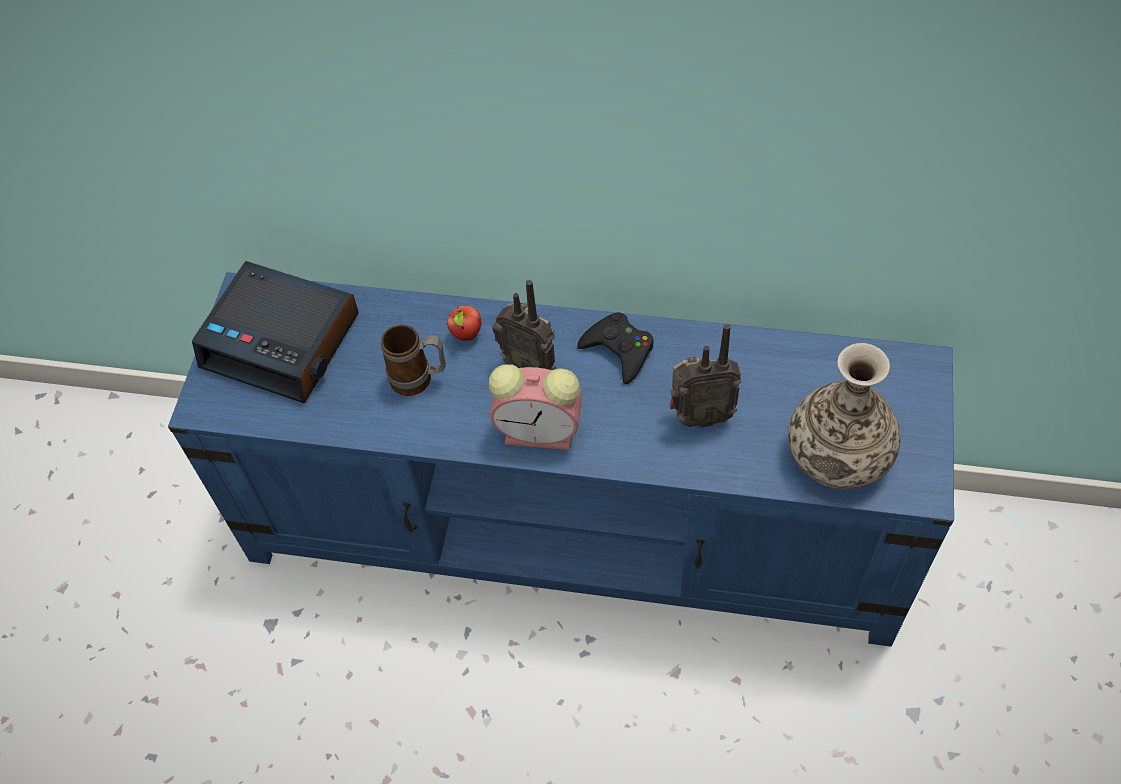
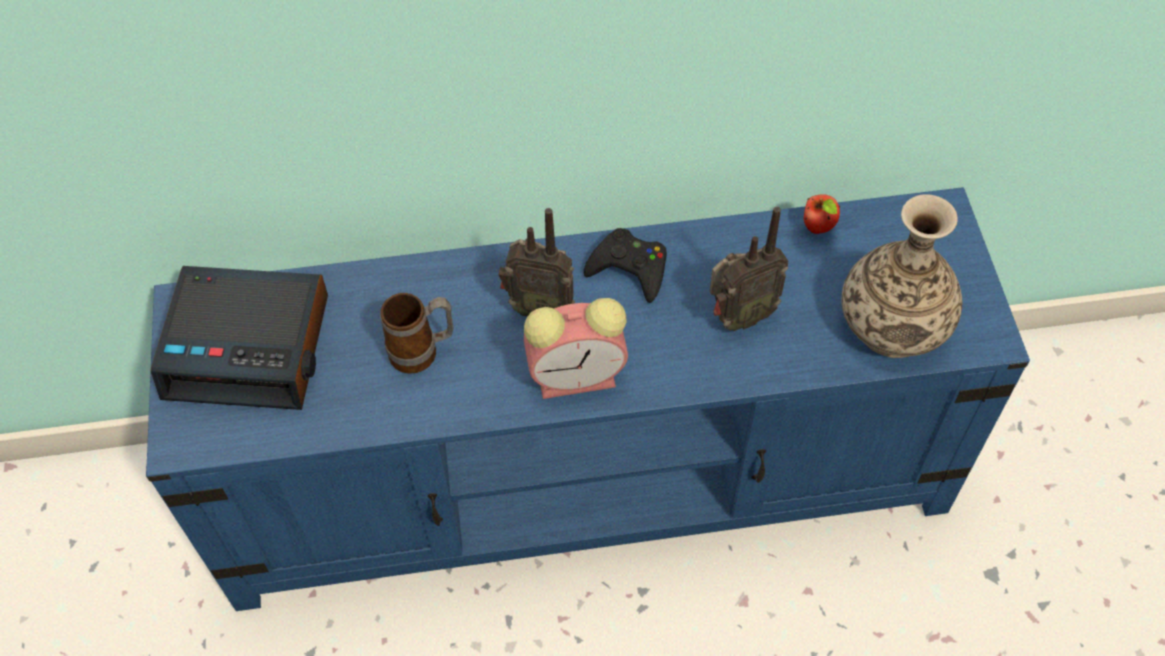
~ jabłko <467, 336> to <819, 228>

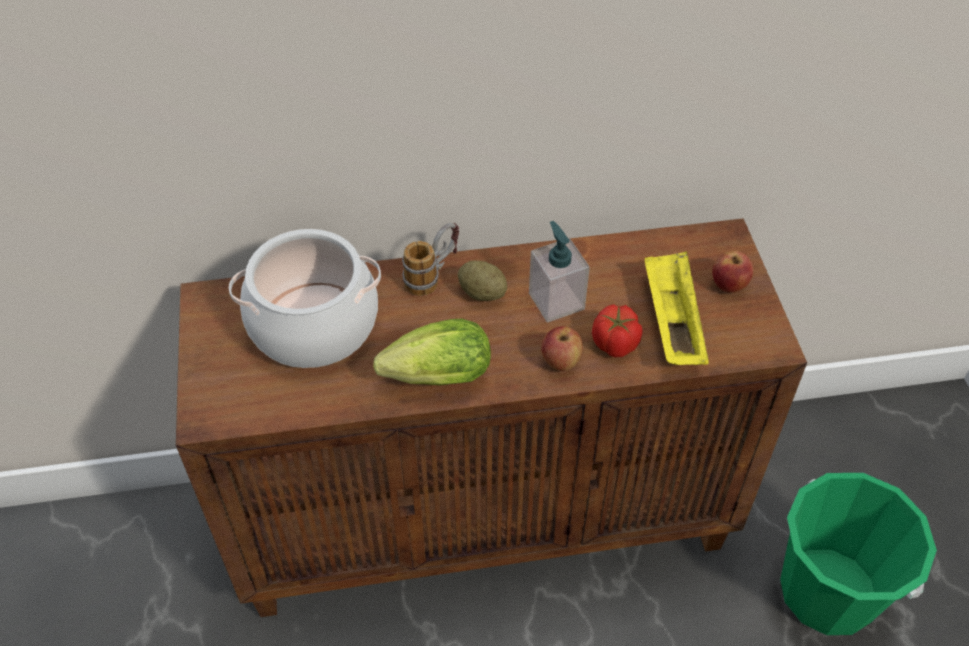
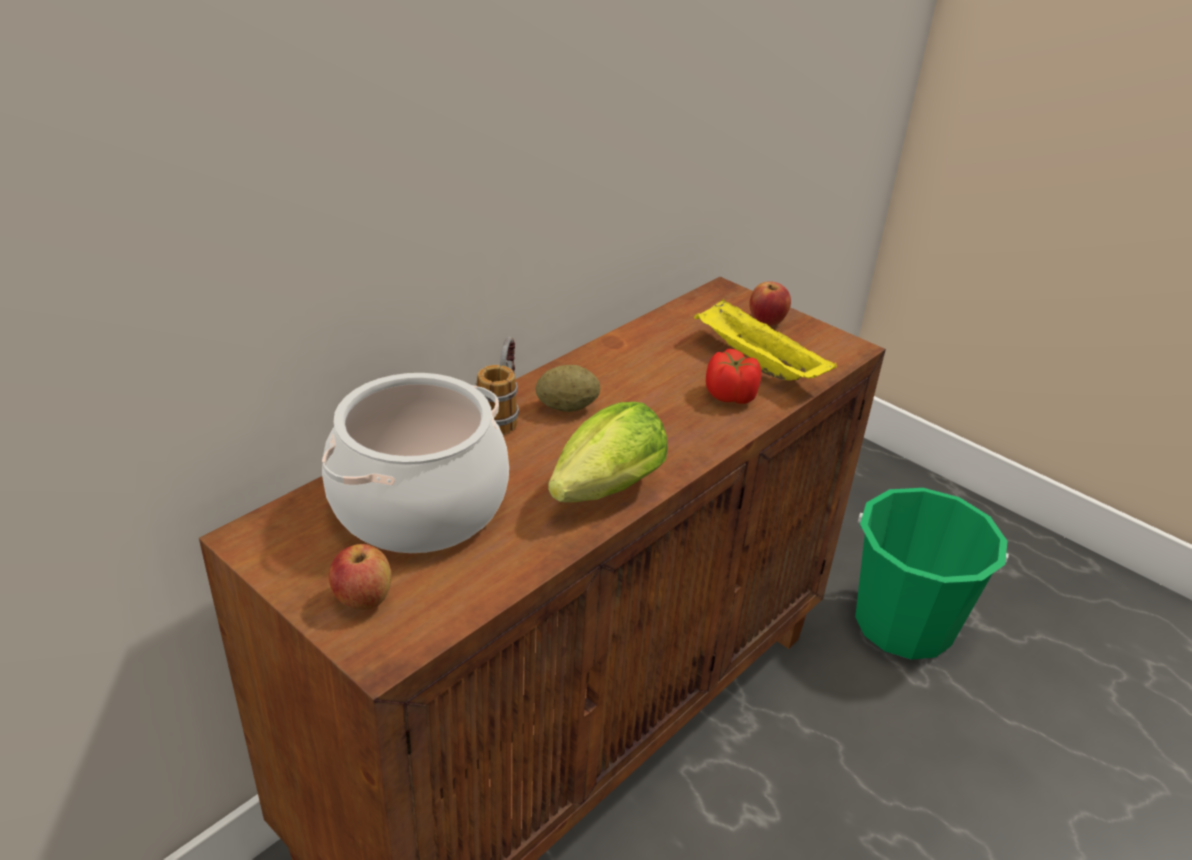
- dozownik mydła <556, 301>
~ jabłko <560, 361> to <362, 600>

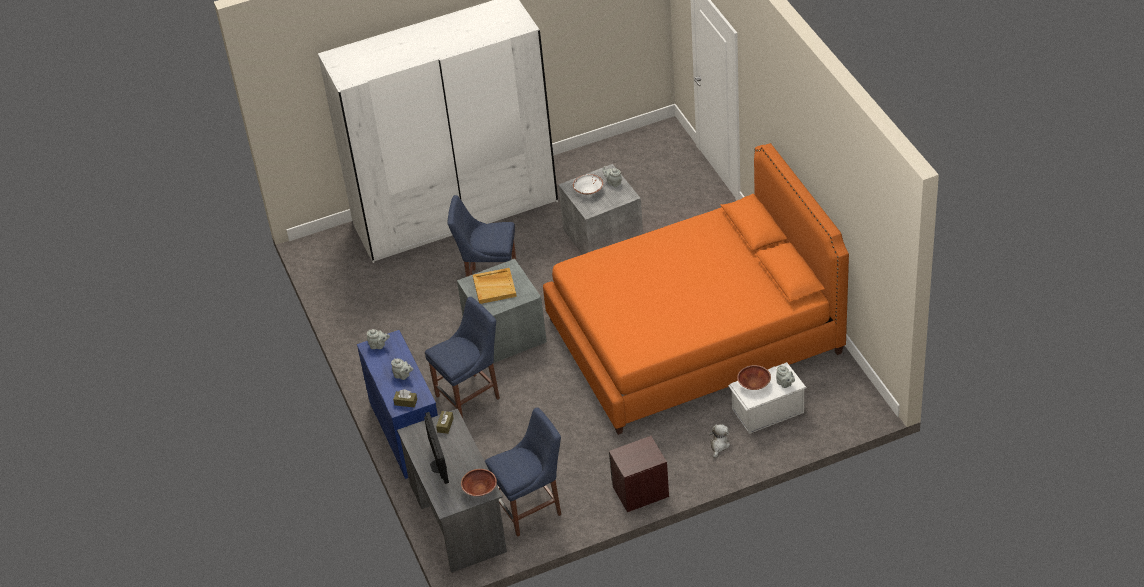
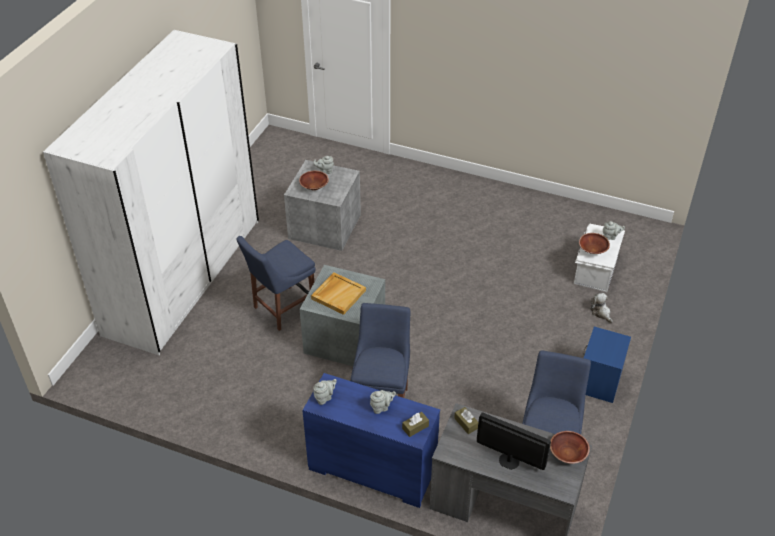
- łóżko [pomarańczowy] <694, 336>
~ miska [biały] <588, 191> to miska [brązowy] <314, 186>
~ szafka nocna [brązowy] <640, 491> to szafka nocna [niebieski] <599, 381>

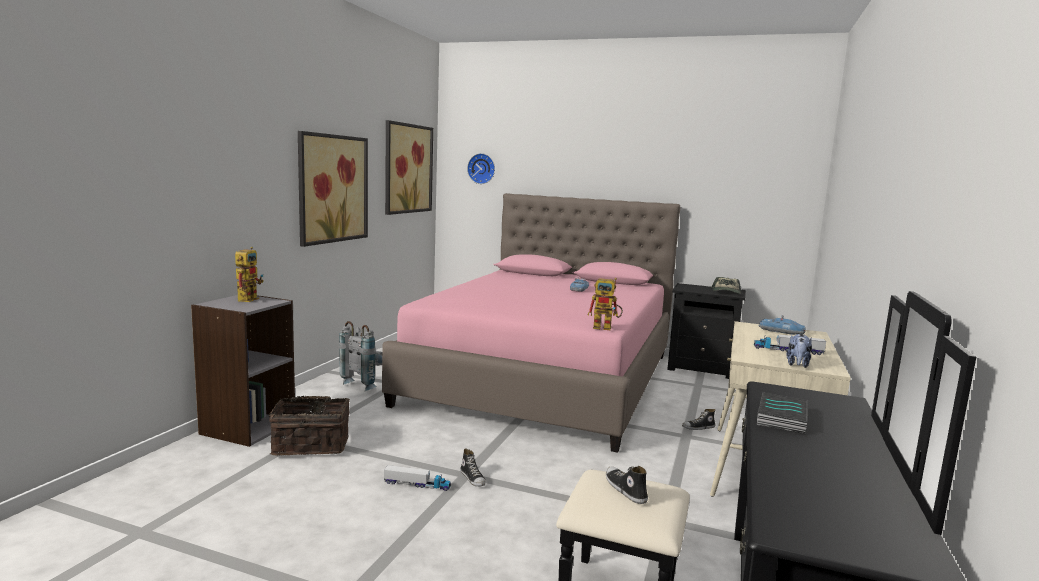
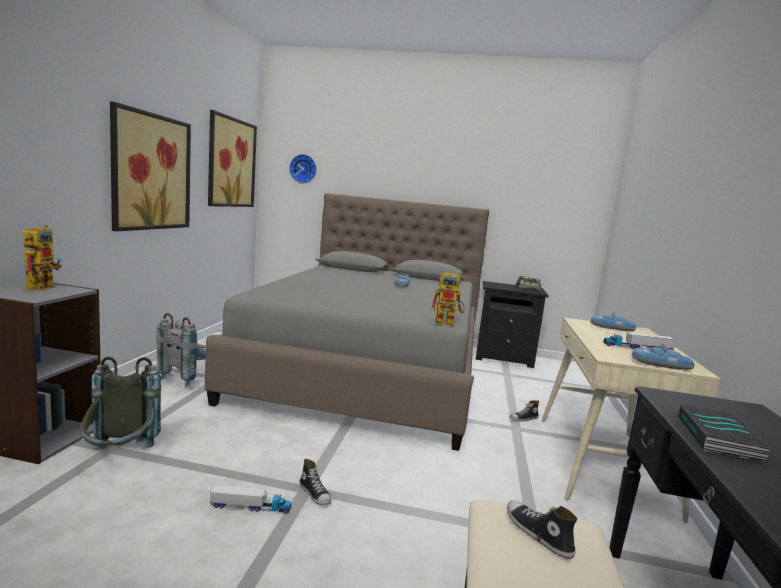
~ koszyk <311, 444> to plecak [szary] <120, 457>
~ pluszak <797, 365> to samochodzik <661, 364>
~ łóżko [różowy] <545, 378> to łóżko [szary] <368, 369>

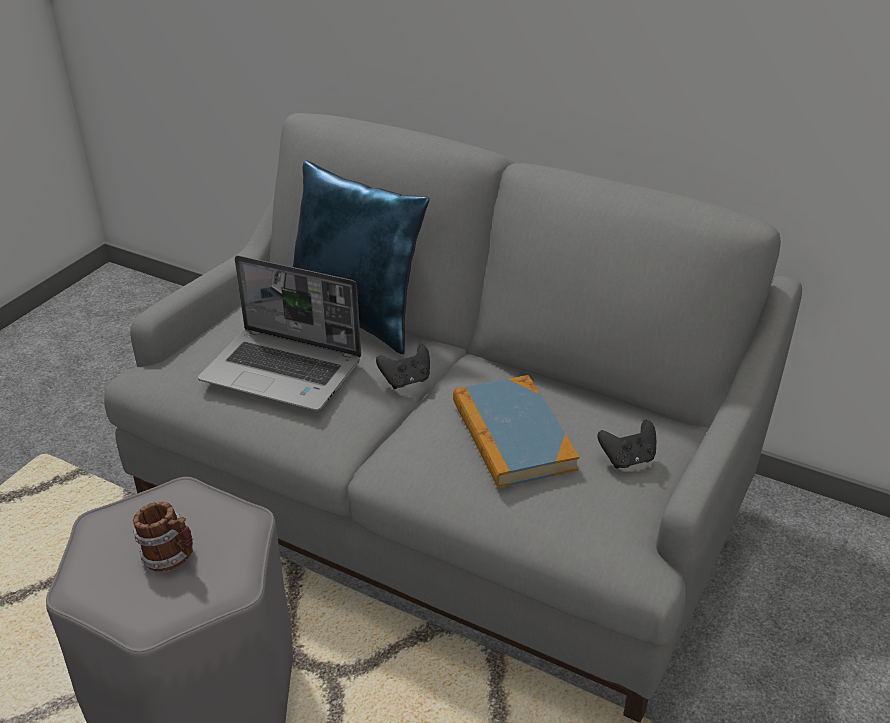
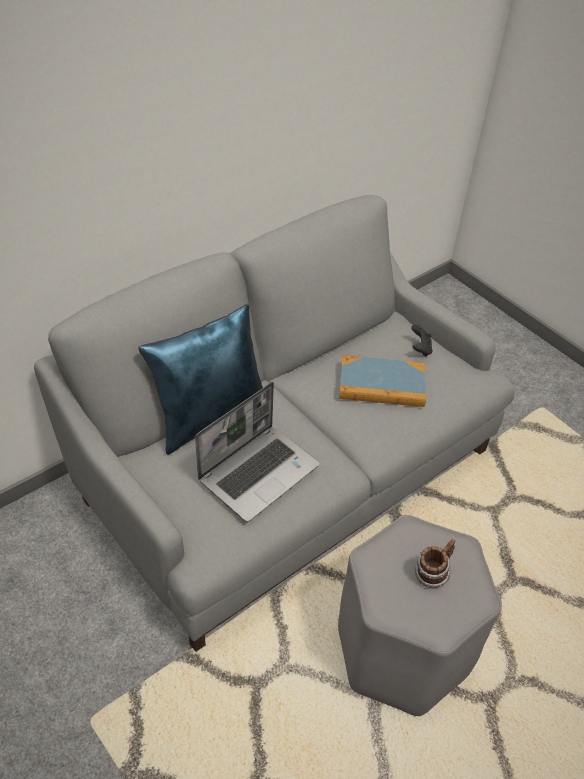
- pad do gier [czarny] <406, 380>

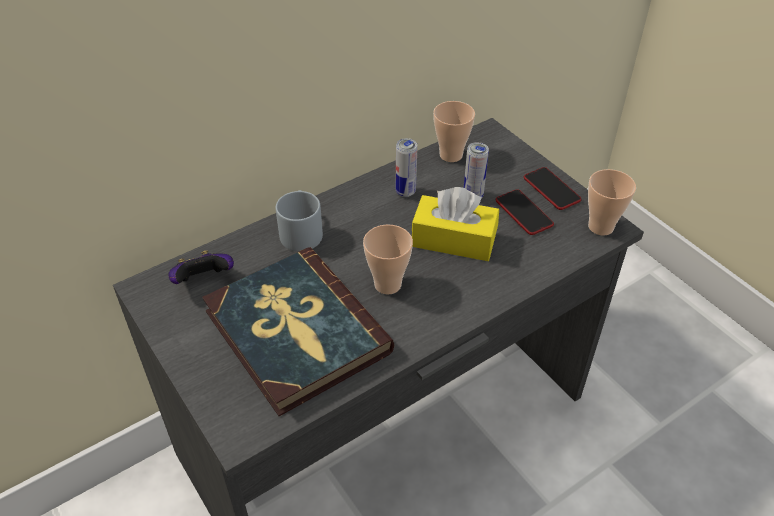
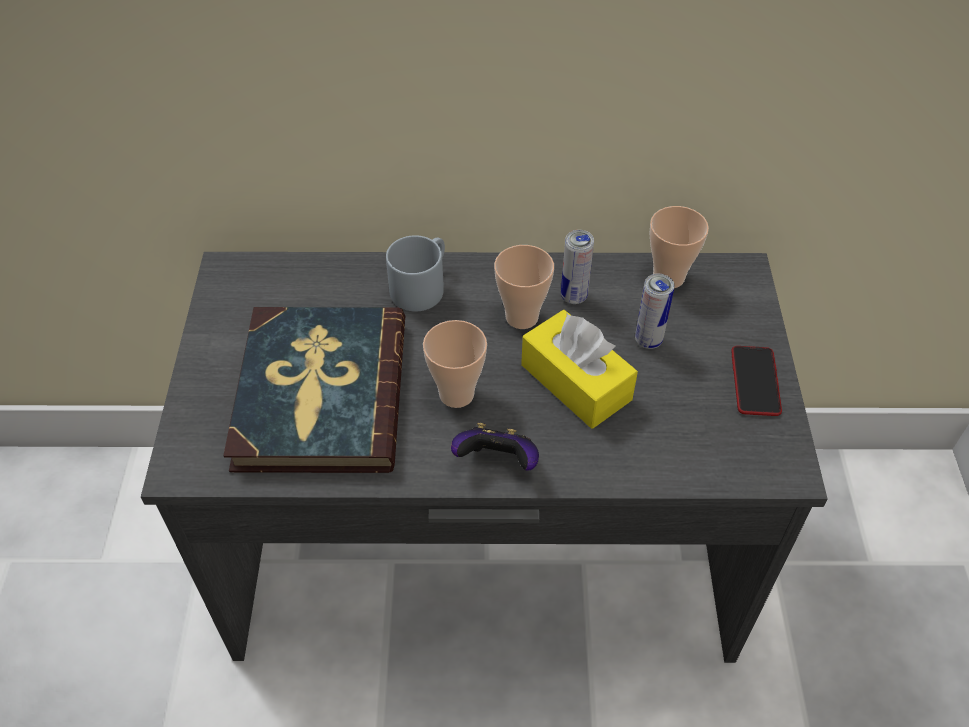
- telefon <523, 213>
~ pad do gier <203, 281> to <497, 462>
~ filiżanka <600, 227> to <522, 317>

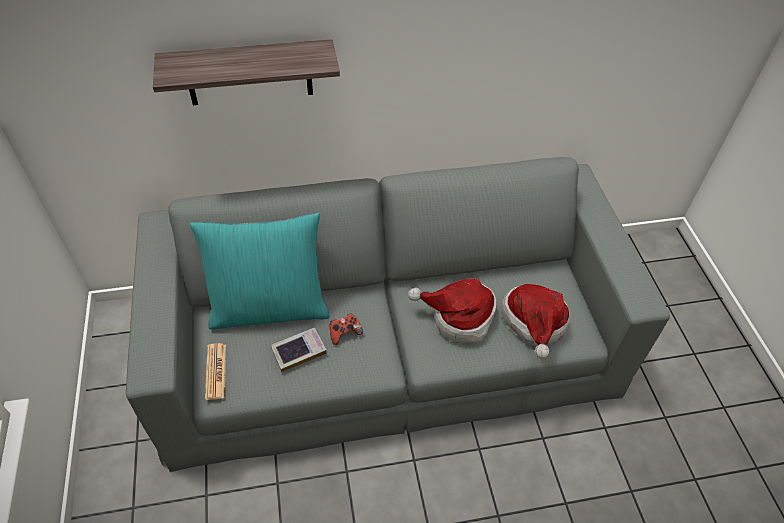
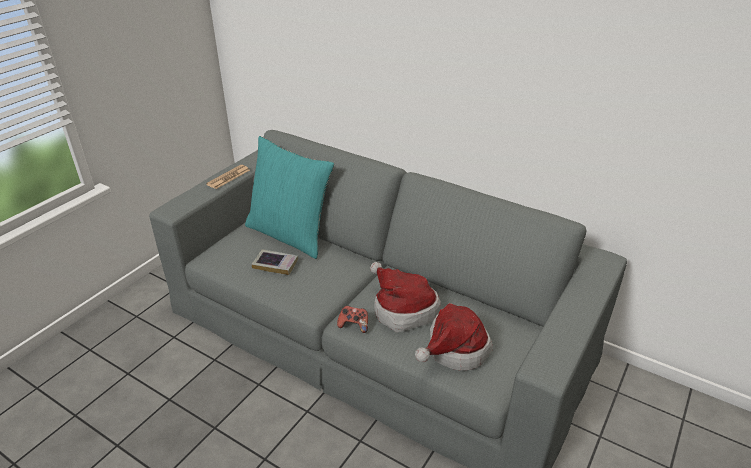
- półka <249, 73>
~ gazeta <216, 371> to <228, 177>
~ pad do gier <344, 333> to <354, 325>

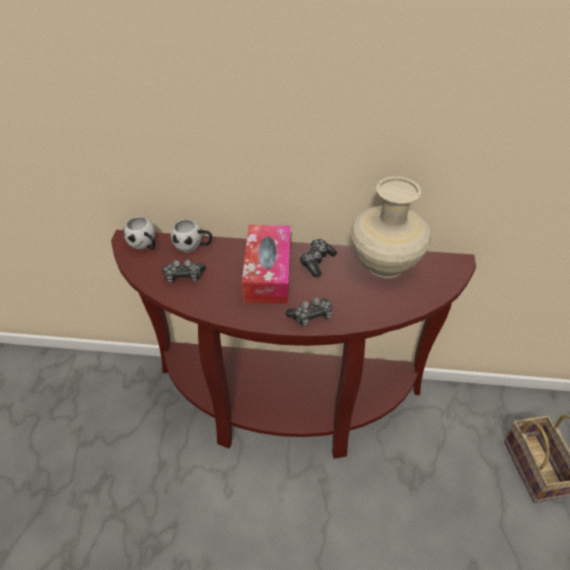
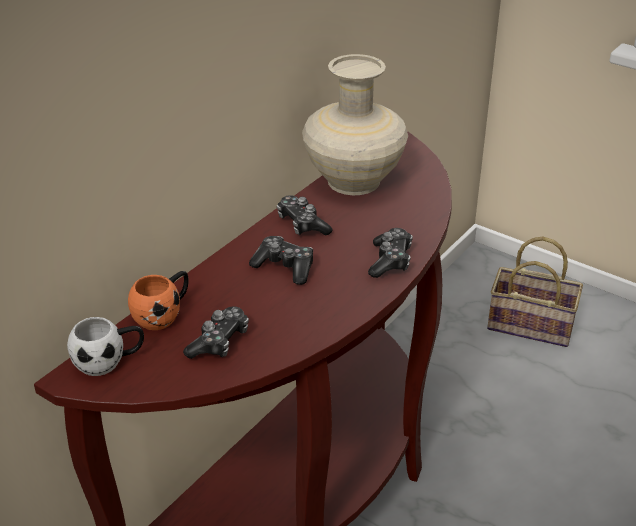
~ pudełko chusteczek <268, 273> to pad do gier <285, 267>
~ kubek [biały] <193, 245> to kubek [pomarańczowy] <163, 314>

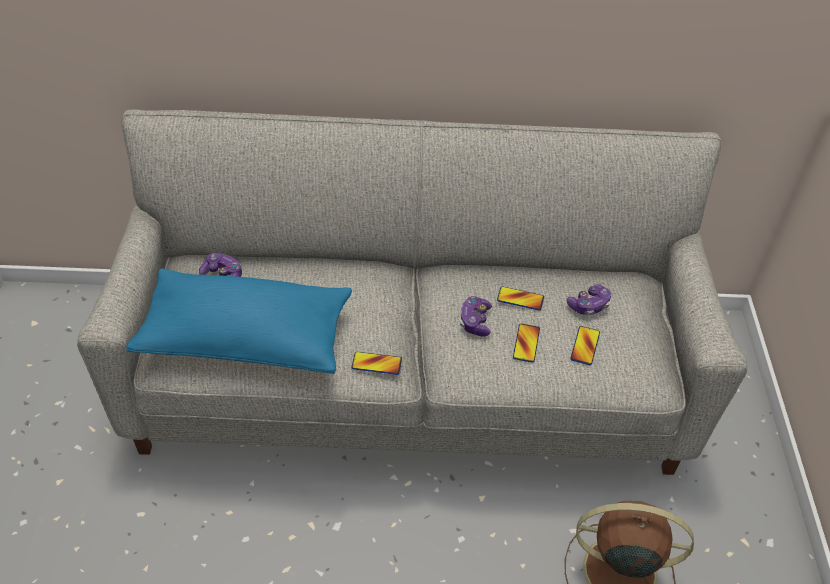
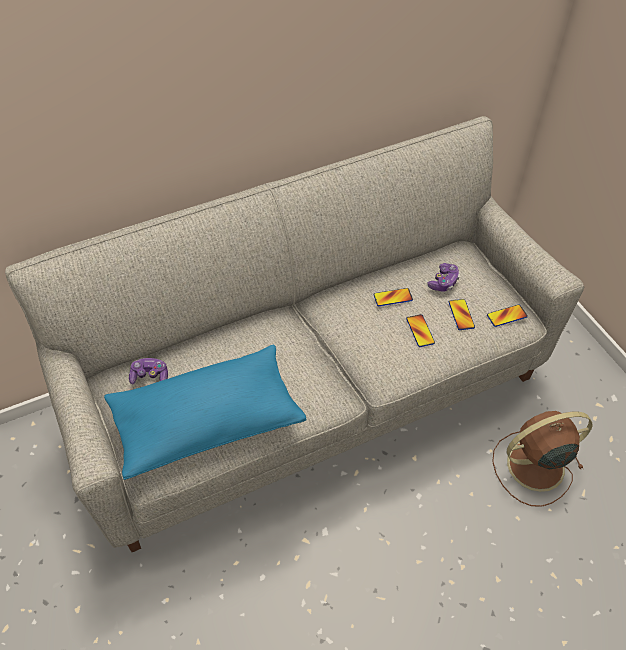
- pad do gier <475, 321>
~ telefon <376, 364> to <506, 316>

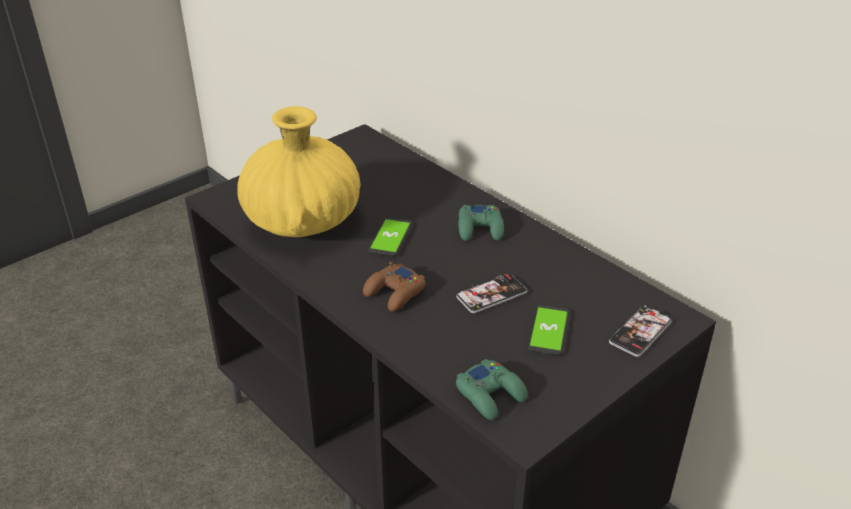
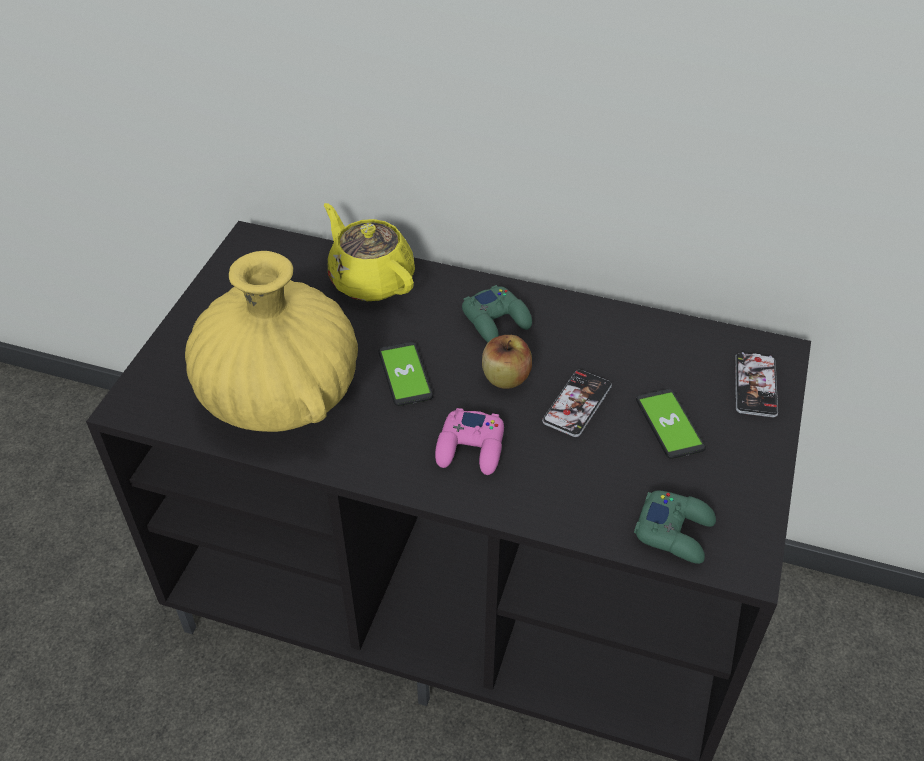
+ imbryk [żółty] <370, 280>
+ jabłko <506, 378>
~ pad do gier [brązowy] <394, 293> to pad do gier [różowy] <471, 448>

